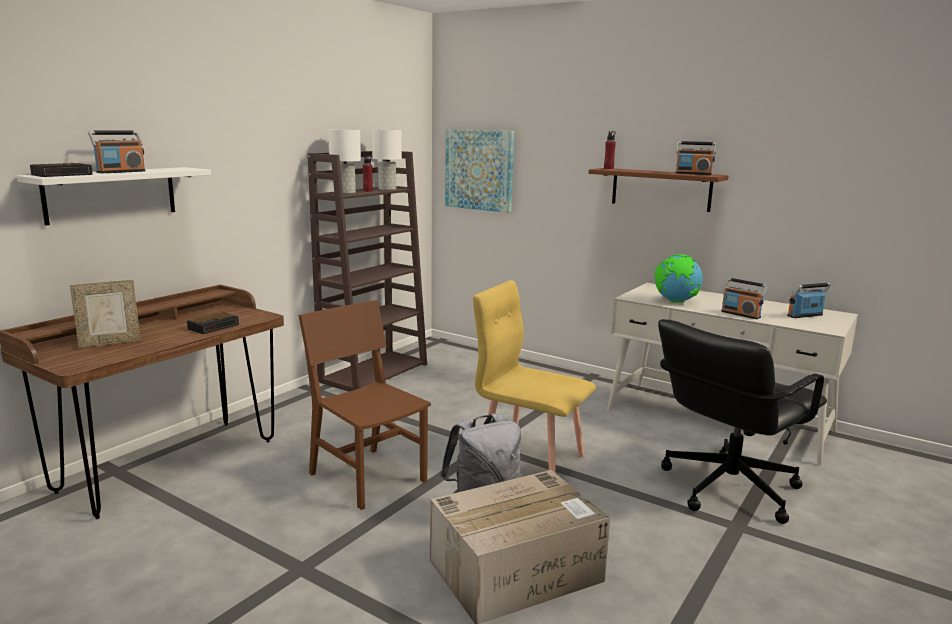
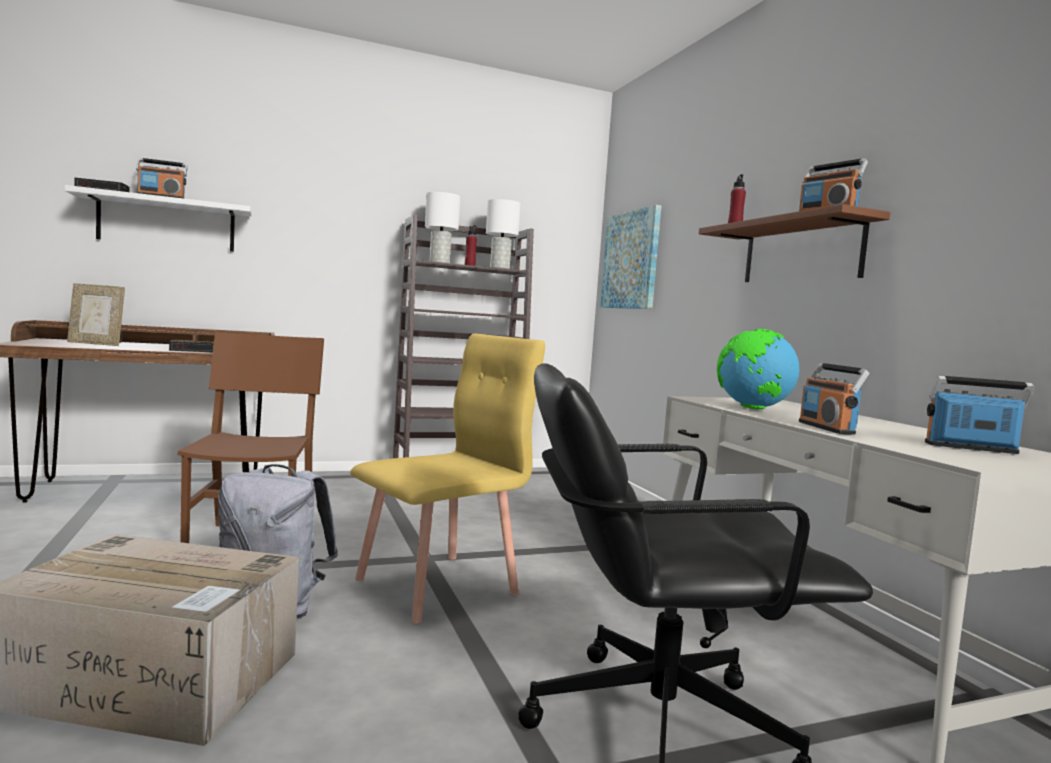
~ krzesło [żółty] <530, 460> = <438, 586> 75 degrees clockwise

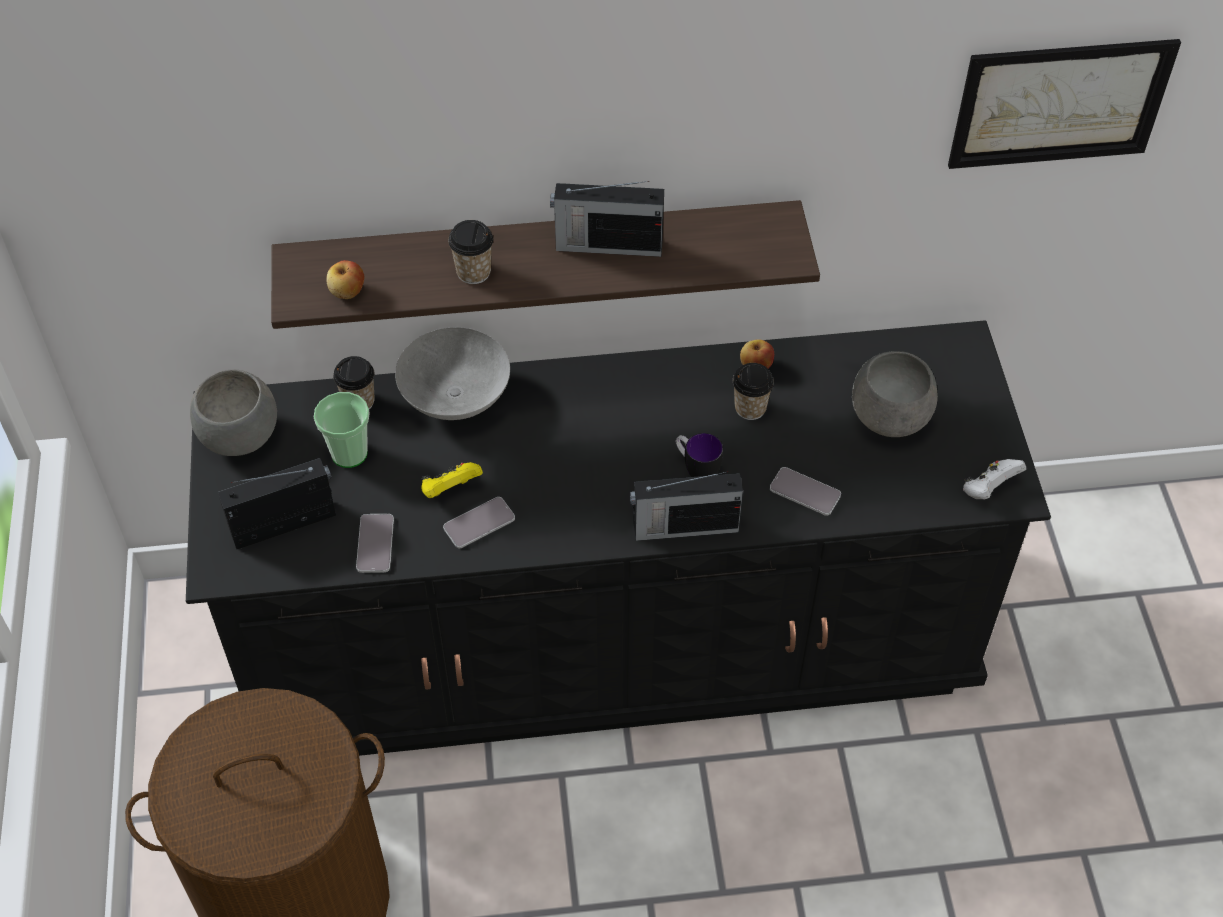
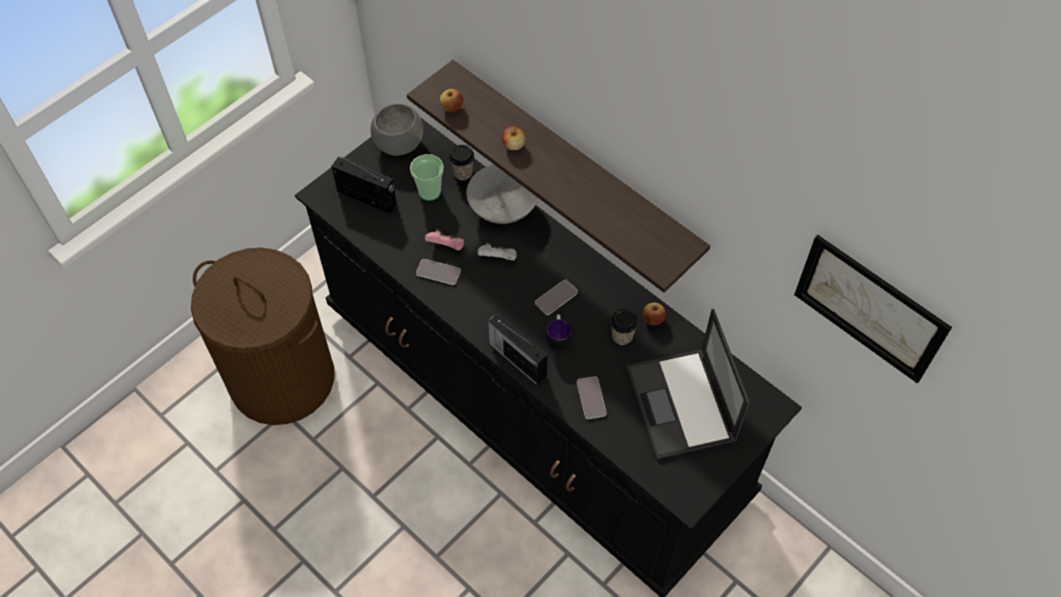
- radio <607, 245>
~ telefon <375, 544> to <556, 298>
~ pad do gier [biały] <989, 489> to <498, 258>
~ filiżanka <473, 272> to jabłko <513, 145>
~ miska [szary] <891, 417> to laptop <682, 405>
~ pad do gier [żółty] <450, 490> to pad do gier [różowy] <446, 247>

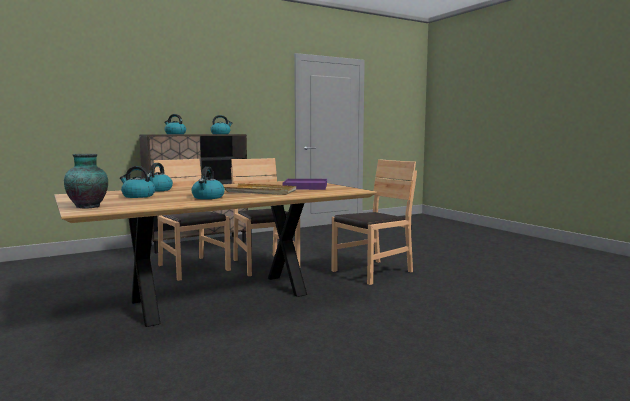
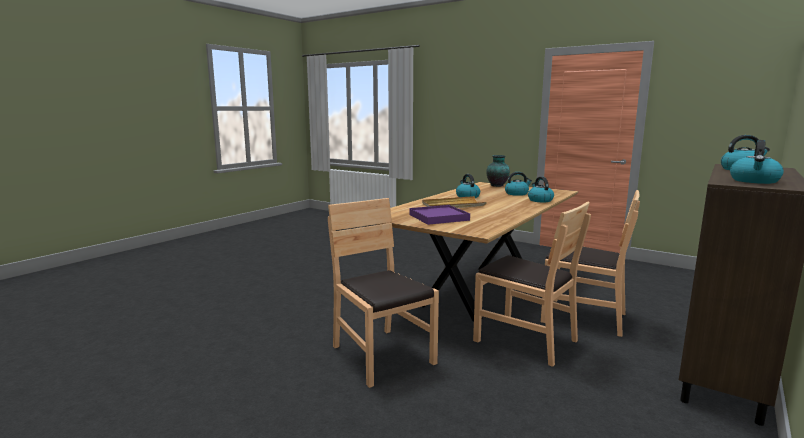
~ krzesło [brązowy] <372, 272> = <382, 355> 120 degrees clockwise

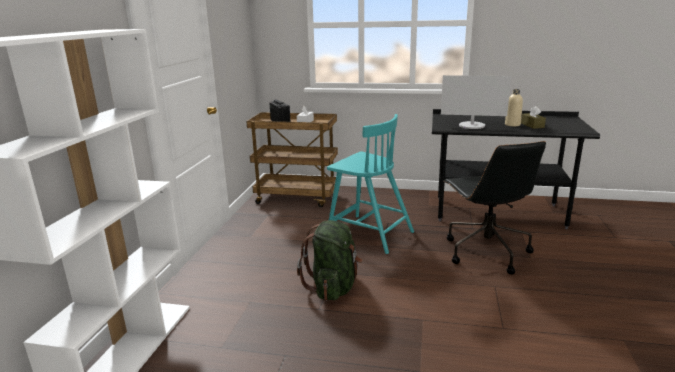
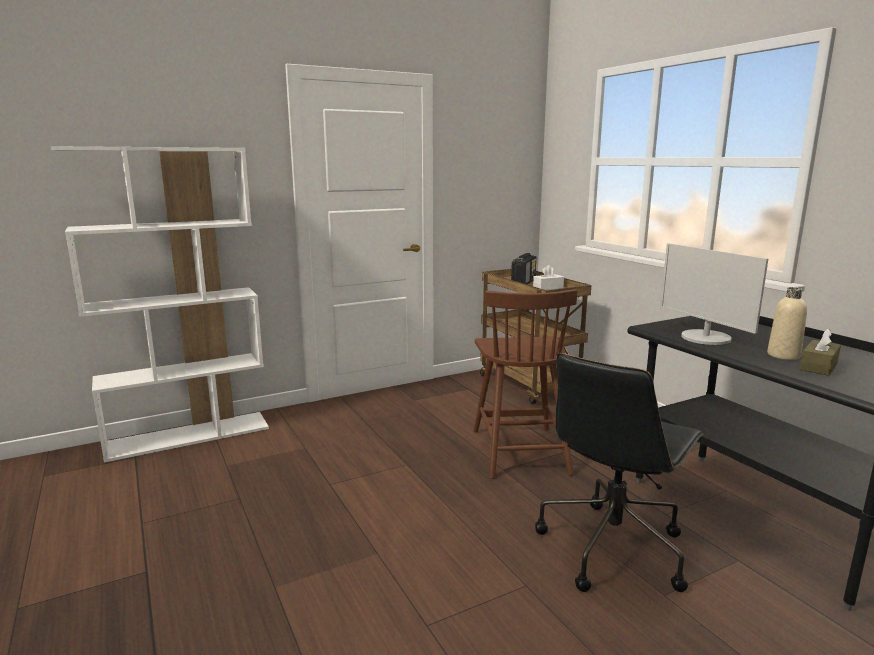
- plecak [zielony] <333, 287>
~ krzesło [turkusowy] <368, 233> to krzesło [brązowy] <520, 450>

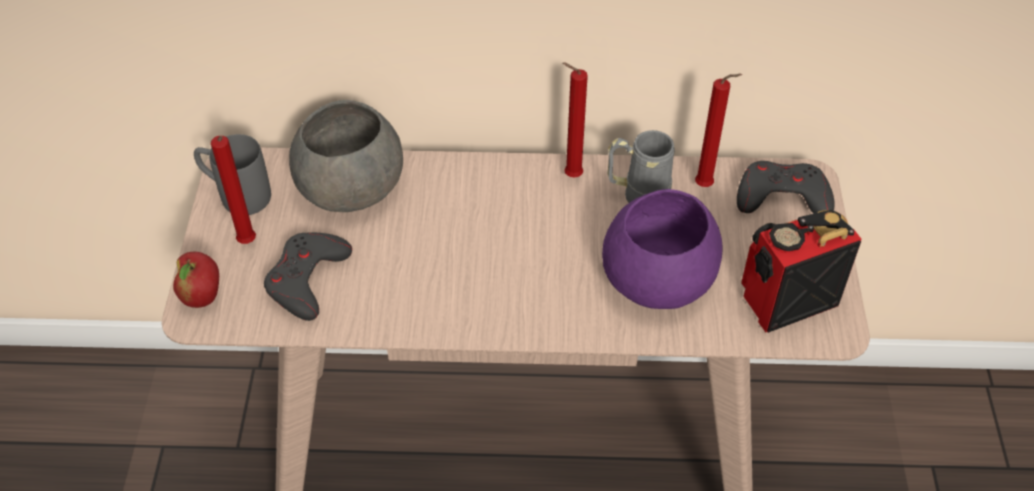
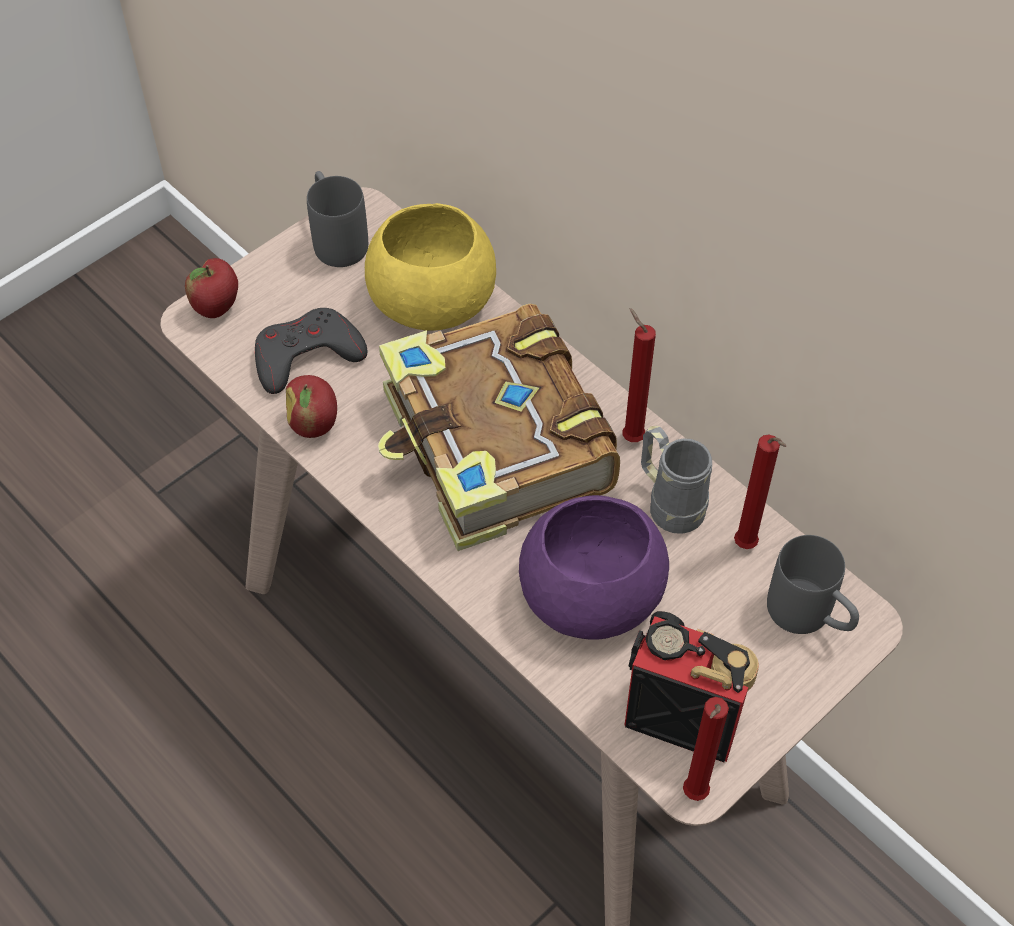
+ jabłko <314, 425>
+ książka <495, 447>
~ świeca [czerwony] <247, 244> to <693, 796>
~ pad do gier [szary] <782, 196> to kubek [szary] <810, 617>
~ miska [szary] <349, 187> to miska [żółty] <429, 300>

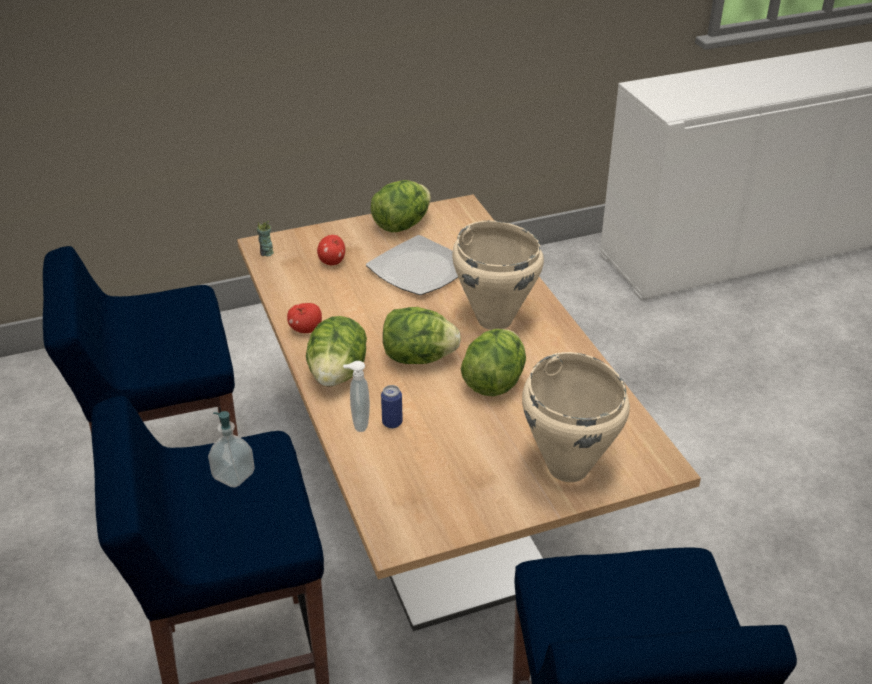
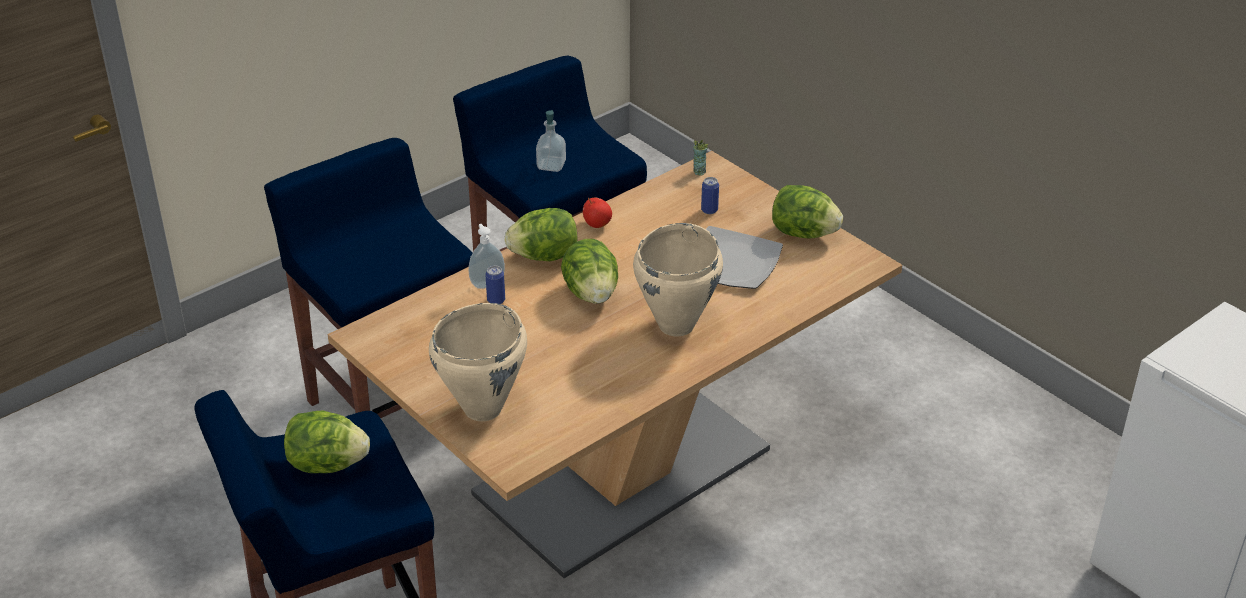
~ dozownik mydła <233, 475> to <551, 165>
~ sałata <494, 382> to <327, 464>
~ jabłko <332, 262> to puszka <709, 210>

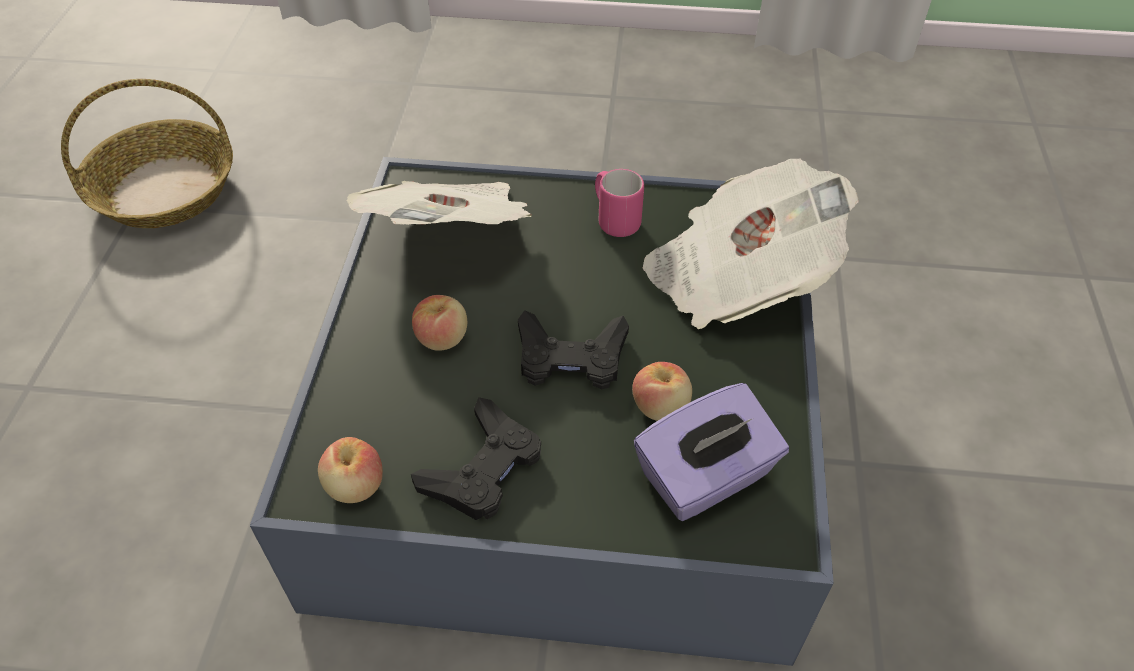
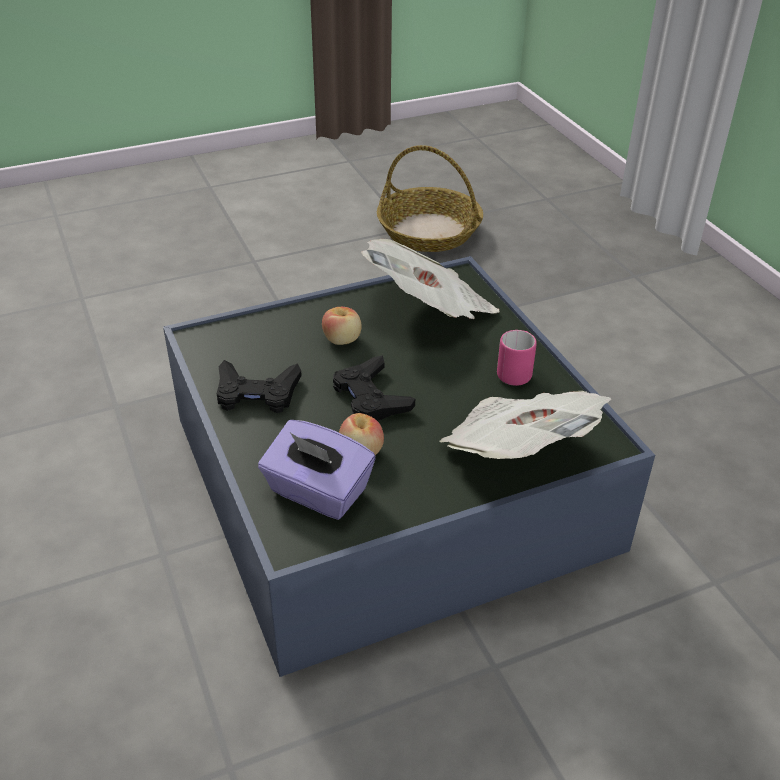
- jabłko <355, 486>

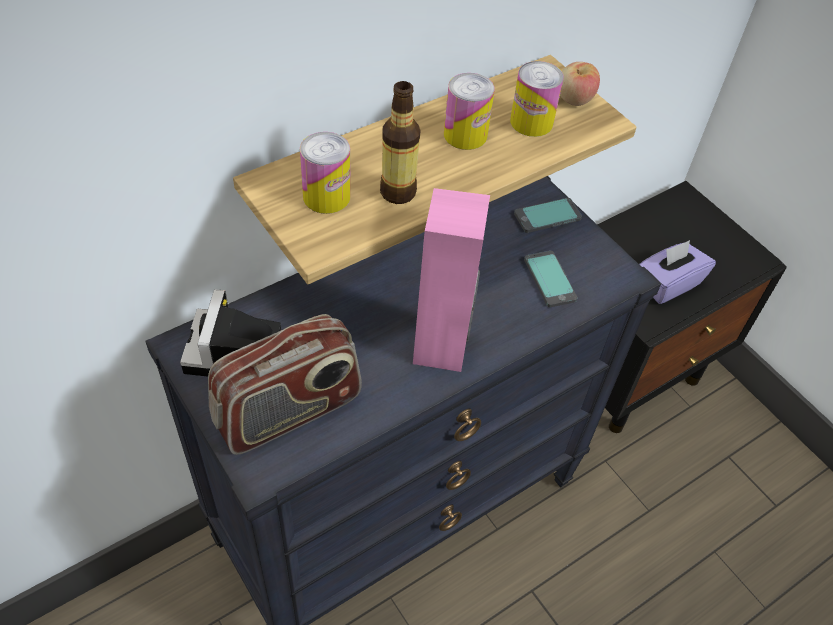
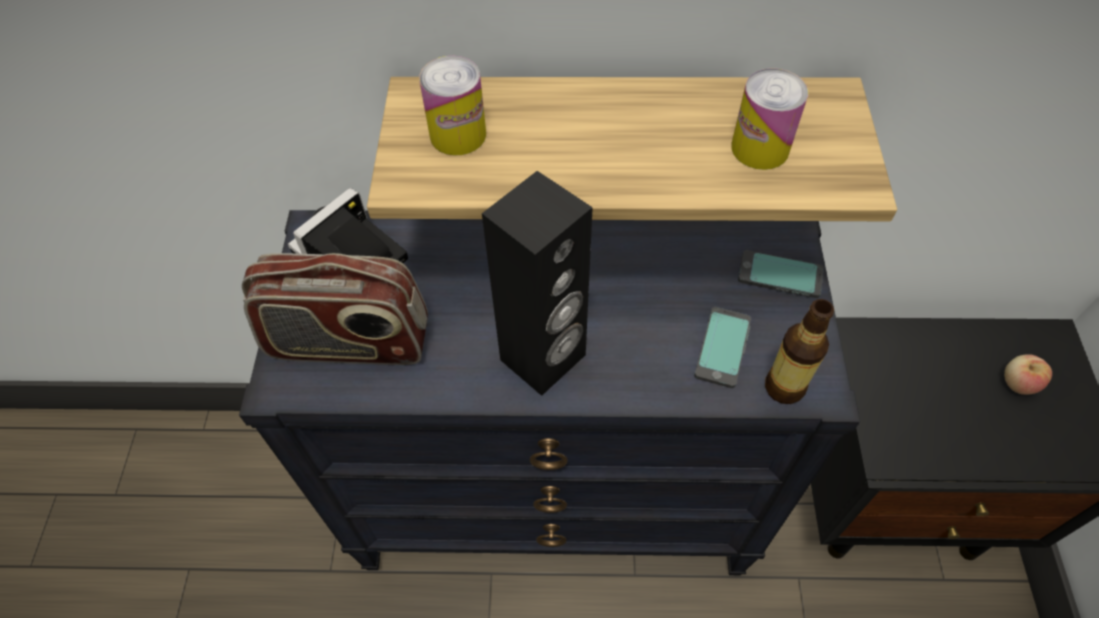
- puszka <465, 135>
- pudełko chusteczek [fioletowy] <667, 284>
~ butelka <398, 192> to <784, 387>
~ jabłko <574, 99> to <1018, 383>
~ głośnik [różowy] <441, 346> to głośnik [czarny] <544, 358>

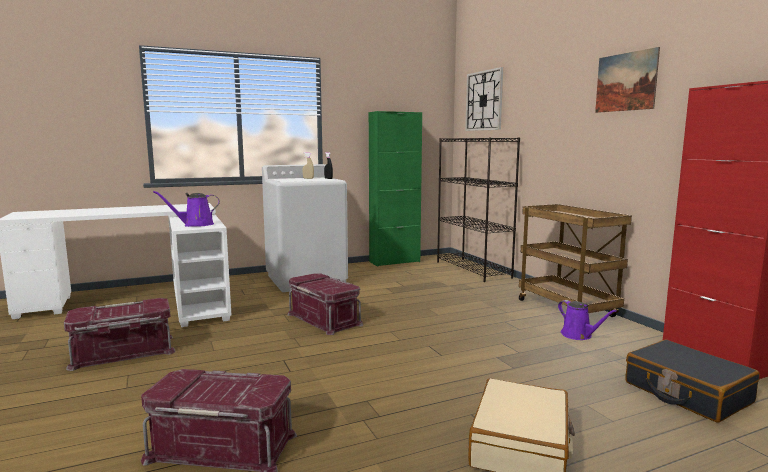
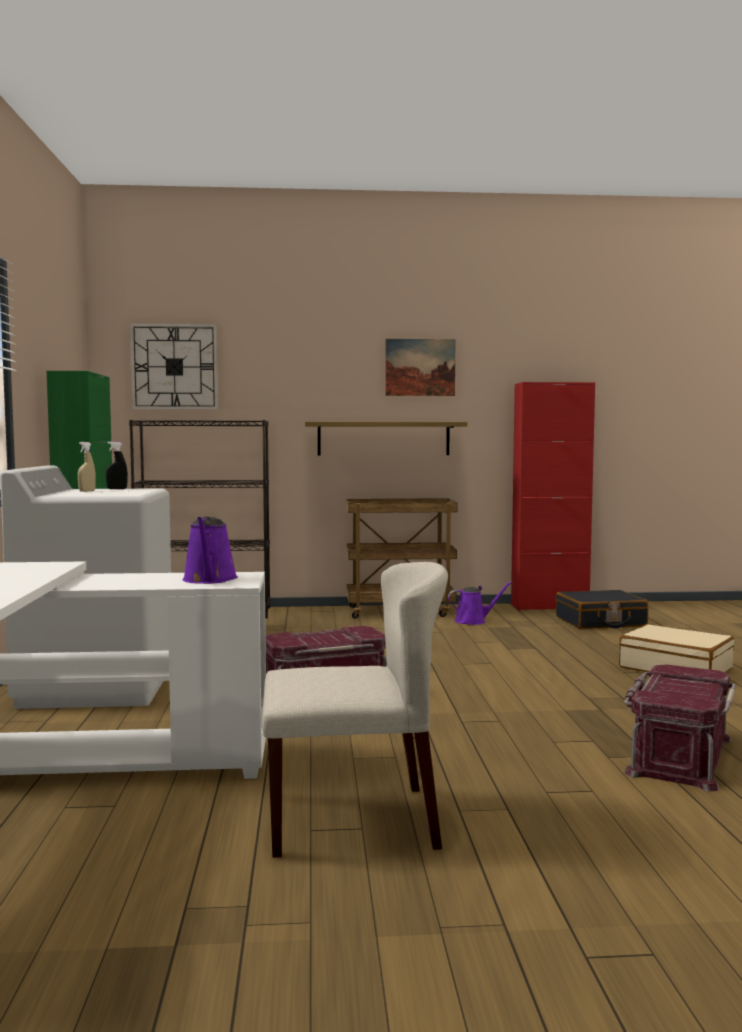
+ półka <383, 438>
~ pojemnik do przechowywania [czerwony] <123, 353> to krzesło [beżowy] <353, 820>

